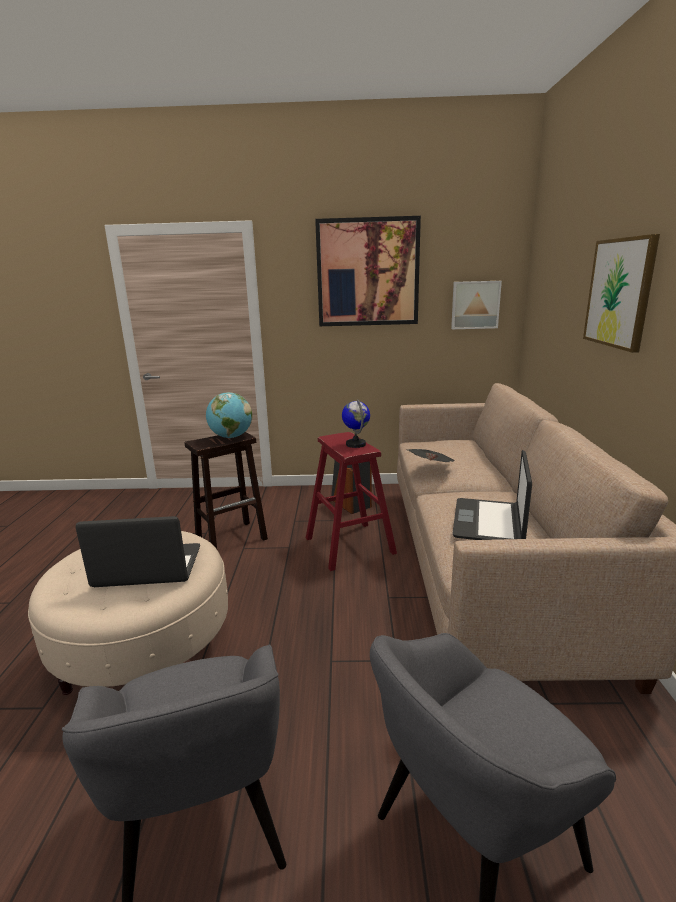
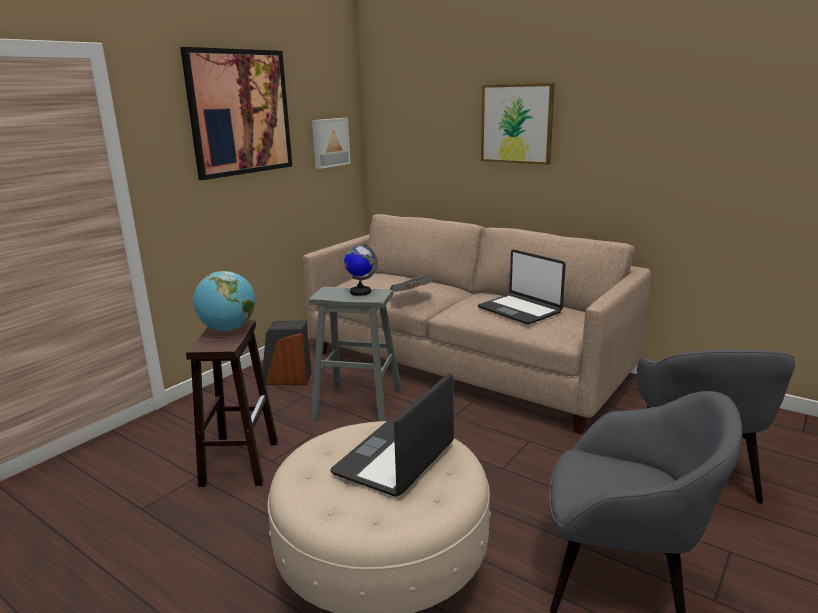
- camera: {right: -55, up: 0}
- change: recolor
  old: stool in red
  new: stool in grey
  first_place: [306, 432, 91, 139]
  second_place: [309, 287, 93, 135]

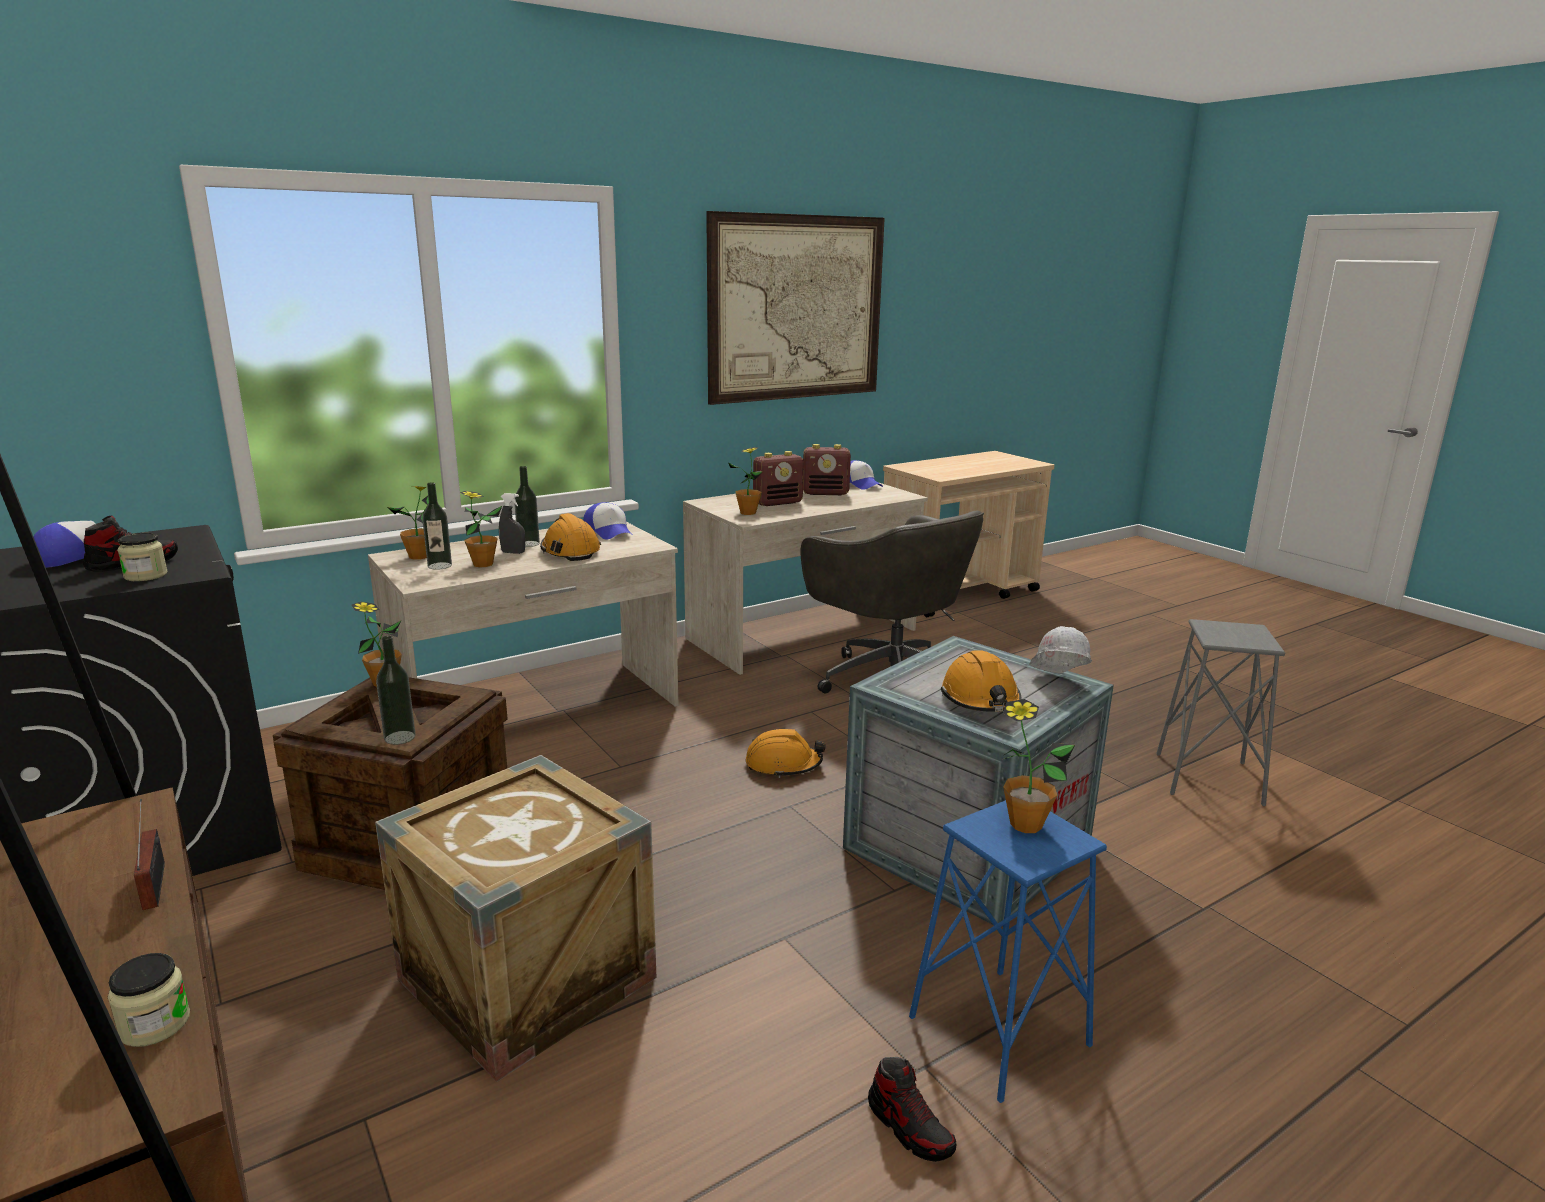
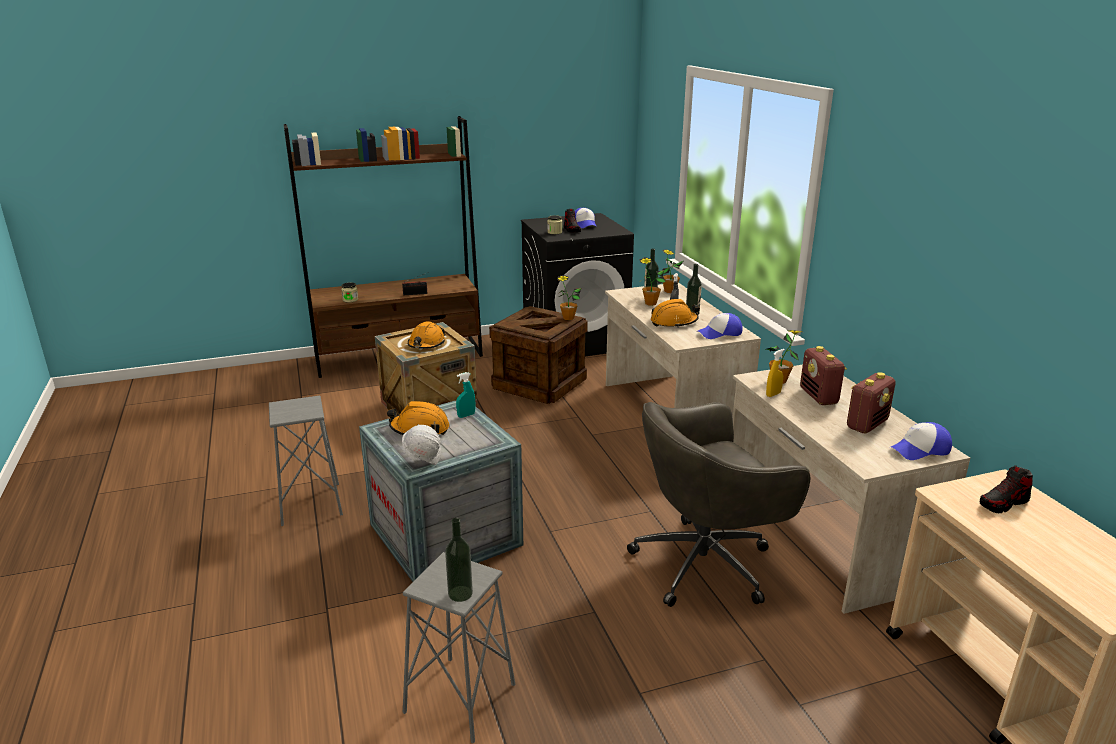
- camera: {right: 105, up: 5}
- change: recolor
  old: stool in blue
  new: stool in grey
  first_place: [909, 800, 198, 303]
  second_place: [269, 395, 74, 131]
- change: move
  old: hard hat in orange
  first_place: [746, 729, 80, 49]
  second_place: [408, 321, 38, 28]
- change: move
  old: bottle
  first_place: [376, 636, 40, 109]
  second_place: [445, 518, 28, 84]
- change: insert
  new: spray bottle in turquoise
  second_place: [456, 372, 19, 46]
- change: insert
  new: spray bottle in yellow
  second_place: [766, 349, 19, 48]
- change: rotate
  old: radio
  first_place: [803, 444, 48, 51]
  second_place: [847, 372, 49, 61]
  degrees: -150
- change: move
  old: shoe
  first_place: [868, 1057, 88, 105]
  second_place: [980, 465, 53, 48]
- change: delete
  old: picture
  first_place: [706, 211, 179, 194]
- change: delete
  old: potted plant
  first_place: [1002, 699, 73, 134]

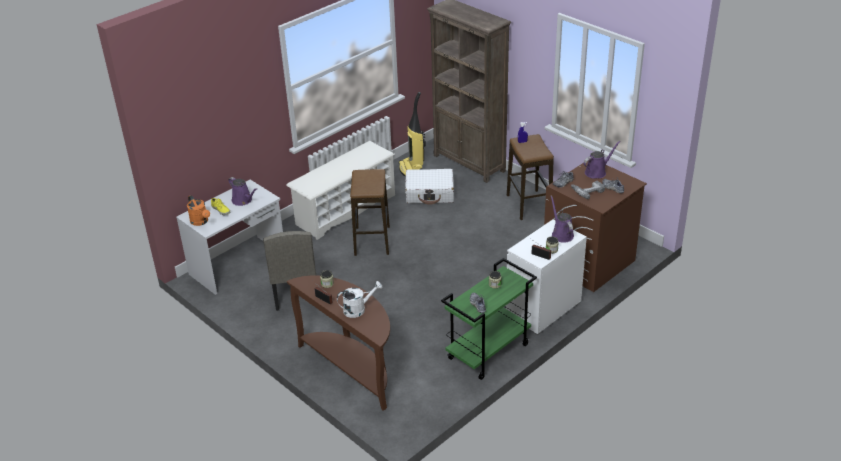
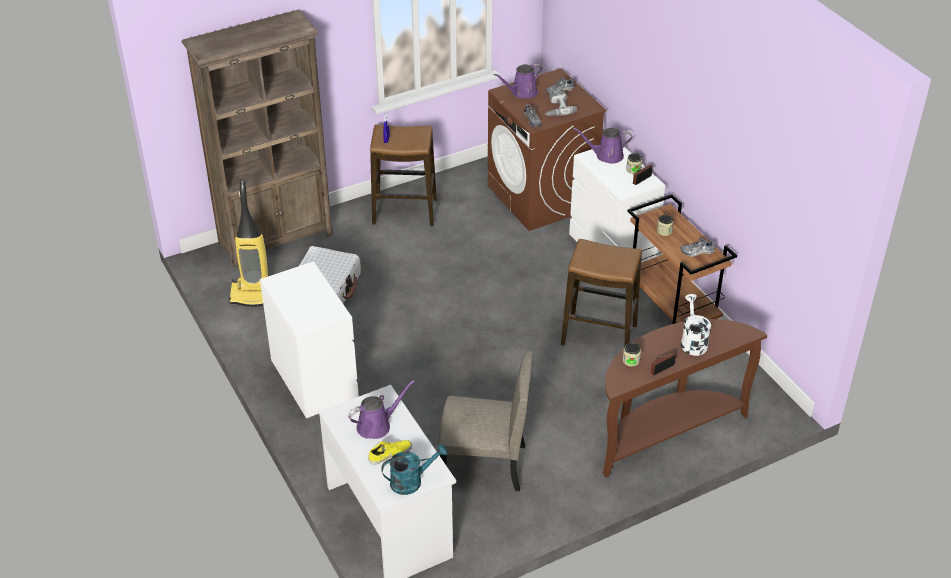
- camera: {right: -75, up: 5}
- change: replace
  old: shoe rack in white
  new: dresser in white
  first_place: [286, 141, 109, 99]
  second_place: [260, 261, 99, 159]
- change: recolor
  old: watering can in orange
  new: watering can in turquoise
  first_place: [187, 195, 23, 31]
  second_place: [381, 444, 67, 51]
- change: rotate
  old: watering can in purple
  first_place: [584, 141, 37, 38]
  second_place: [494, 63, 49, 36]
  degrees: -105
- change: move
  old: stool
  first_place: [350, 169, 40, 87]
  second_place: [561, 239, 81, 109]
- change: recolor
  old: cart in green
  new: cart in brown
  first_place: [441, 258, 96, 122]
  second_place: [627, 194, 110, 130]

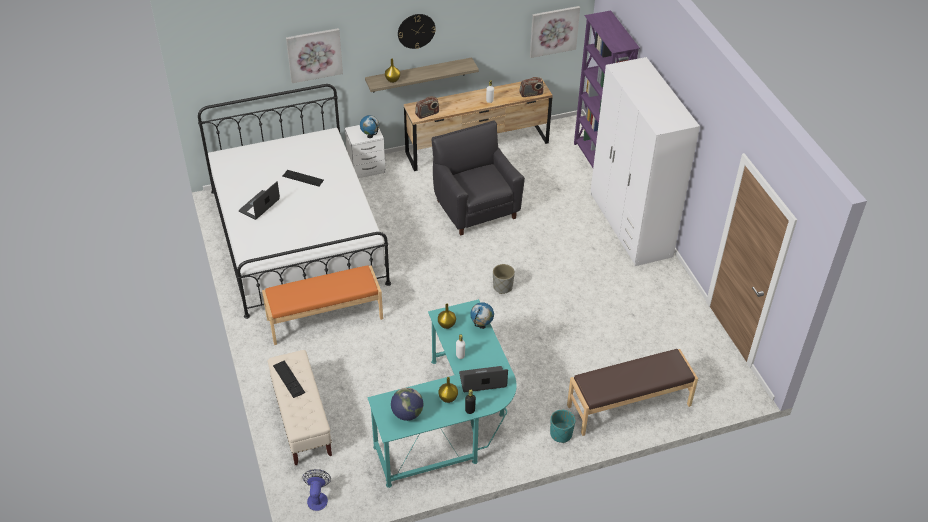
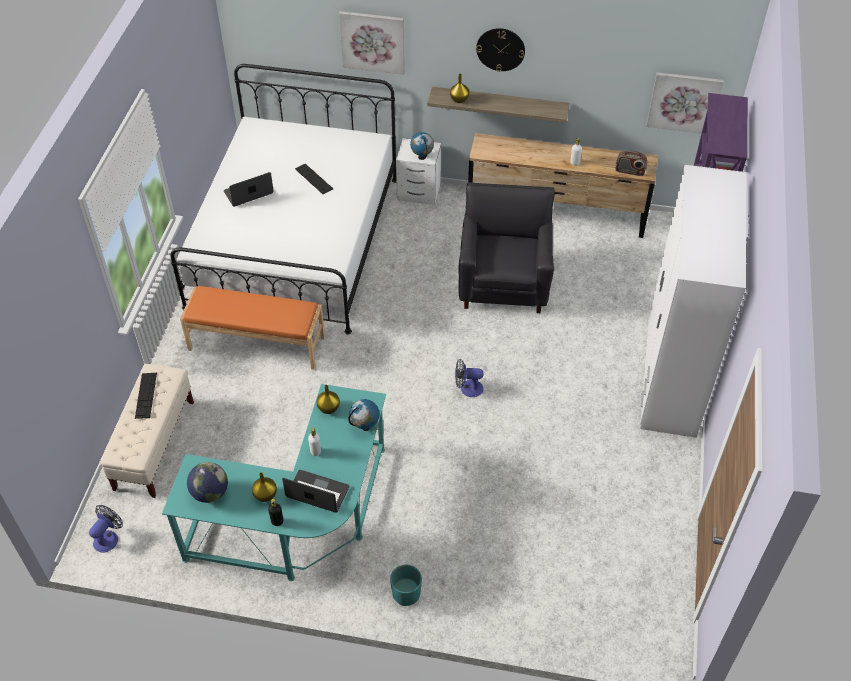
- camera: {right: 30, up: 5}
- change: replace
  old: planter in grey
  new: fan
  first_place: [493, 264, 22, 30]
  second_place: [455, 359, 28, 38]
- change: delete
  old: radio
  first_place: [415, 96, 24, 23]
- change: delete
  old: bench in brown
  first_place: [567, 349, 131, 87]

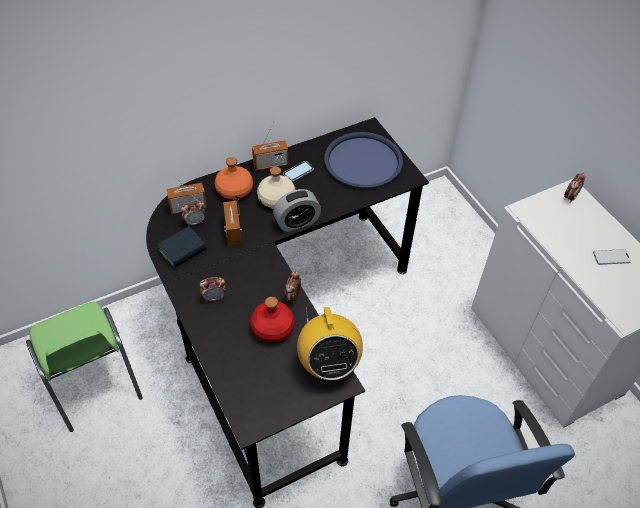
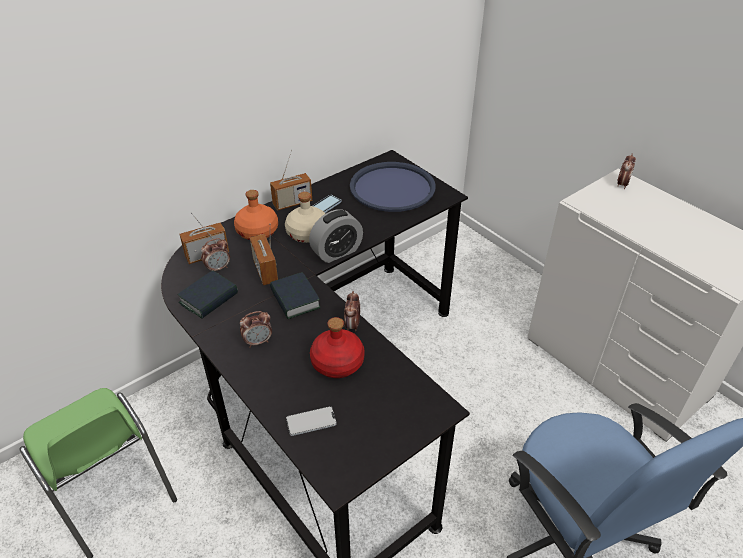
- camera: {right: -10, up: -10}
- change: insert
  new: book
  second_place: [270, 272, 51, 47]
- change: move
  old: phone
  first_place: [593, 249, 38, 16]
  second_place: [286, 406, 51, 30]
- change: delete
  old: radio
  first_place: [297, 306, 66, 74]

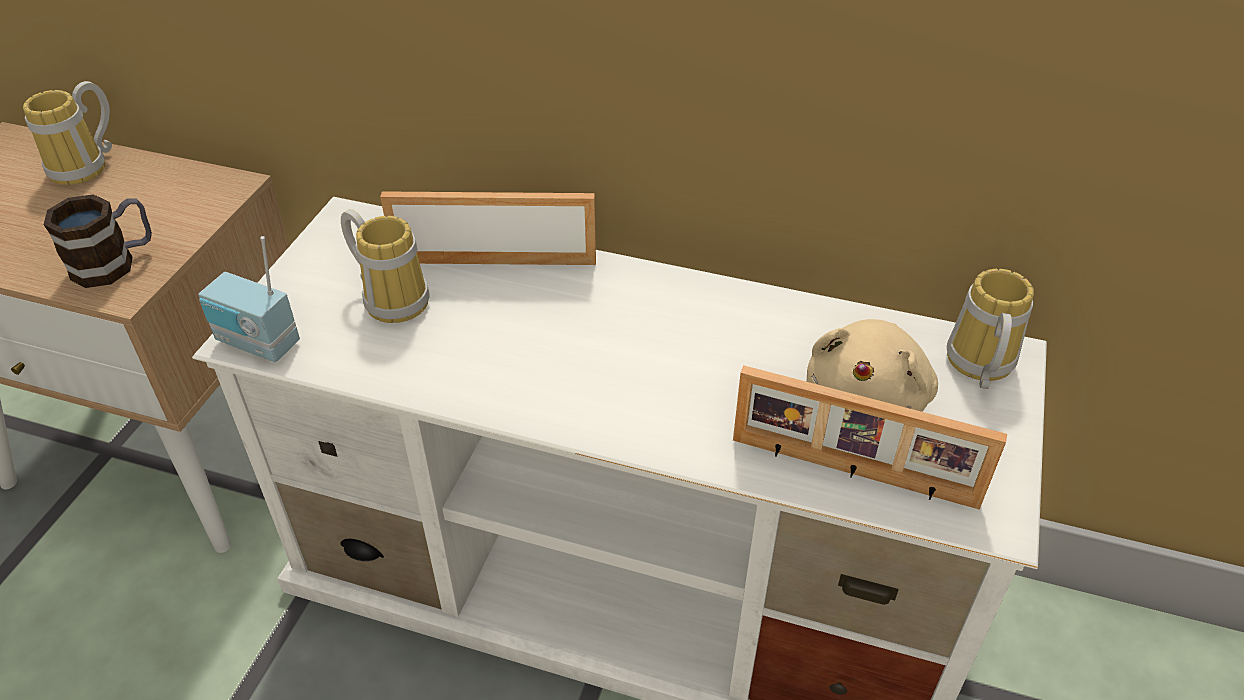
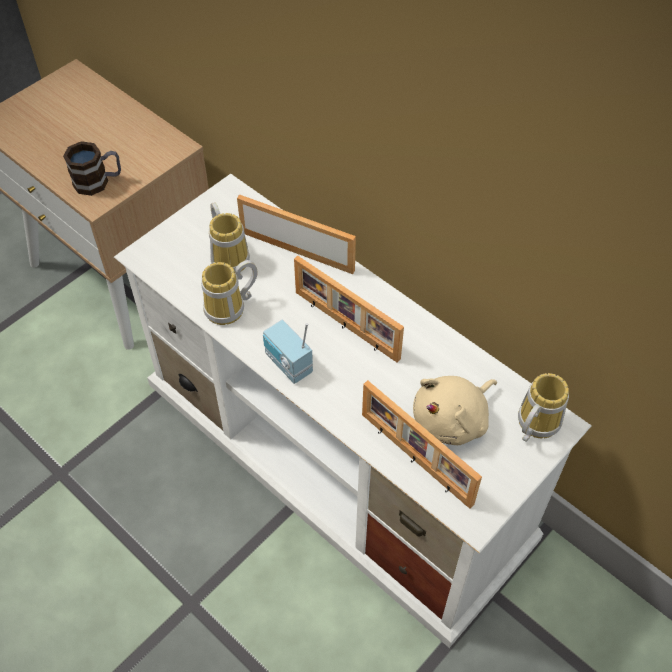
- camera: {right: 25, up: 10}
- change: move
  old: mug
  first_place: [23, 81, 89, 104]
  second_place: [201, 260, 57, 65]
- change: move
  old: radio
  first_place: [198, 236, 102, 126]
  second_place: [263, 320, 50, 64]
- change: insert
  new: picture frame
  second_place: [294, 256, 110, 107]

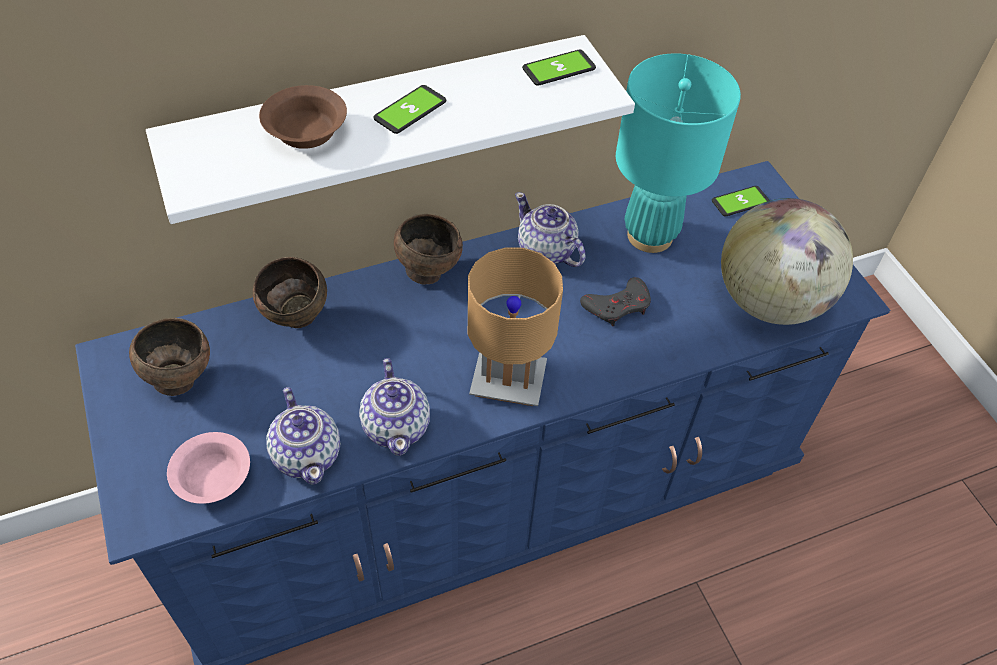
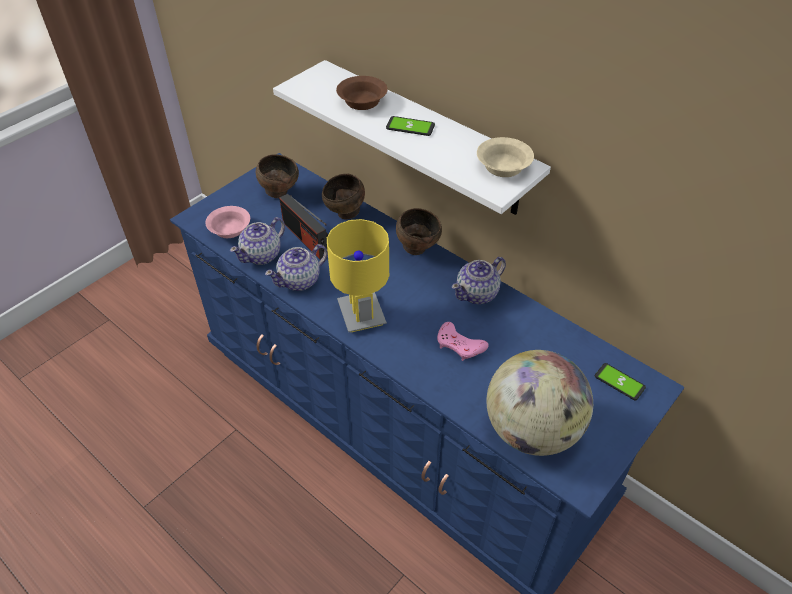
- camera: {right: 65, up: -5}
- change: insert
  new: radio
  second_place: [279, 194, 49, 65]
- change: recolor
  old: table lamp in brown
  new: table lamp in yellow
  first_place: [468, 247, 95, 159]
  second_place: [327, 219, 62, 113]
- change: recolor
  old: game controller in grey
  new: game controller in pink
  first_place: [580, 277, 71, 49]
  second_place: [437, 322, 52, 39]
- change: rotate
  old: teapot
  first_place: [515, 192, 71, 75]
  second_place: [452, 257, 54, 47]
  degrees: -150
- change: replace
  old: phone
  new: bowl in beige
  first_place: [522, 49, 74, 37]
  second_place: [477, 137, 57, 40]
- change: delete
  old: table lamp in turquoise
  first_place: [616, 53, 125, 200]

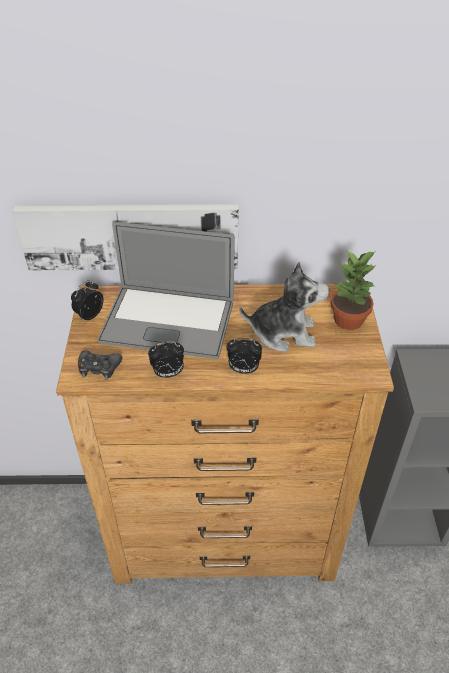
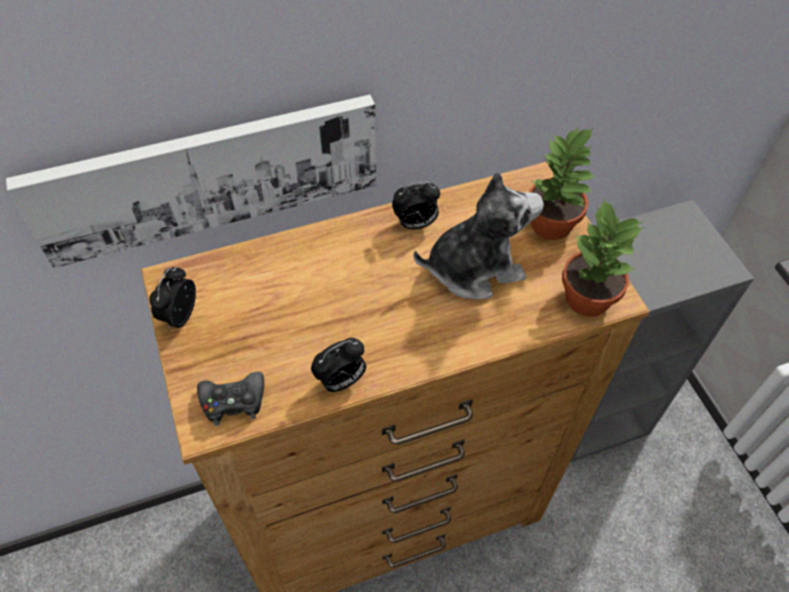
- camera: {right: -20, up: 10}
- change: move
  old: alarm clock
  first_place: [226, 338, 36, 36]
  second_place: [392, 182, 48, 48]
- change: insert
  new: potted plant
  second_place: [562, 199, 82, 118]
- change: delete
  old: laptop
  first_place: [98, 221, 137, 138]

